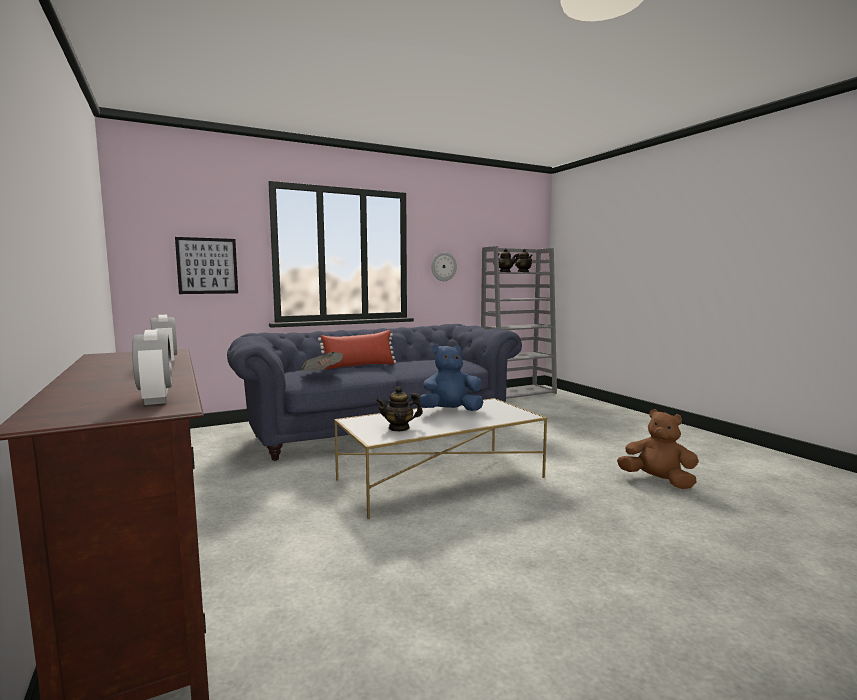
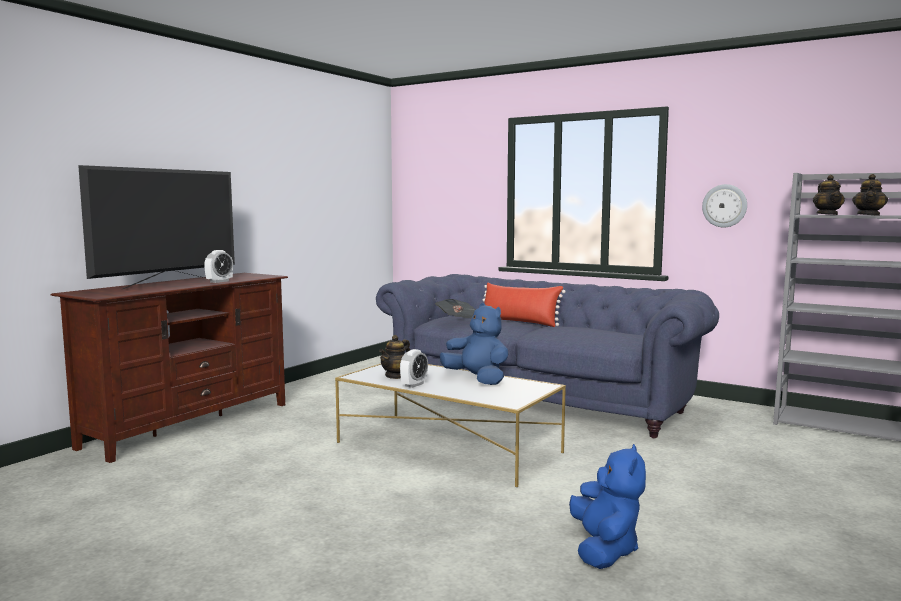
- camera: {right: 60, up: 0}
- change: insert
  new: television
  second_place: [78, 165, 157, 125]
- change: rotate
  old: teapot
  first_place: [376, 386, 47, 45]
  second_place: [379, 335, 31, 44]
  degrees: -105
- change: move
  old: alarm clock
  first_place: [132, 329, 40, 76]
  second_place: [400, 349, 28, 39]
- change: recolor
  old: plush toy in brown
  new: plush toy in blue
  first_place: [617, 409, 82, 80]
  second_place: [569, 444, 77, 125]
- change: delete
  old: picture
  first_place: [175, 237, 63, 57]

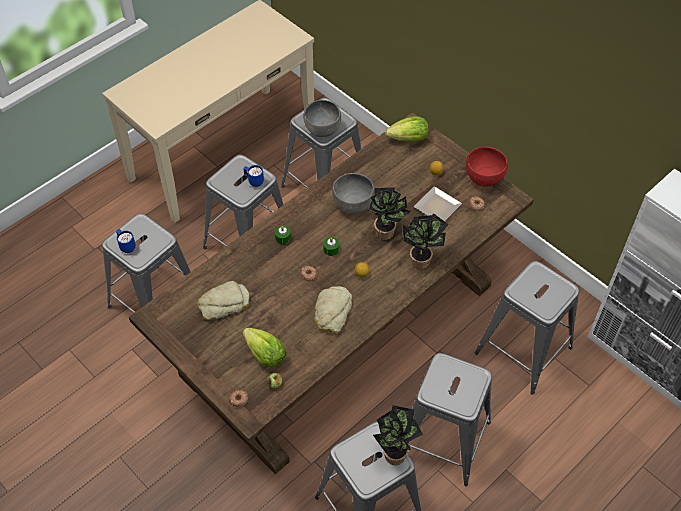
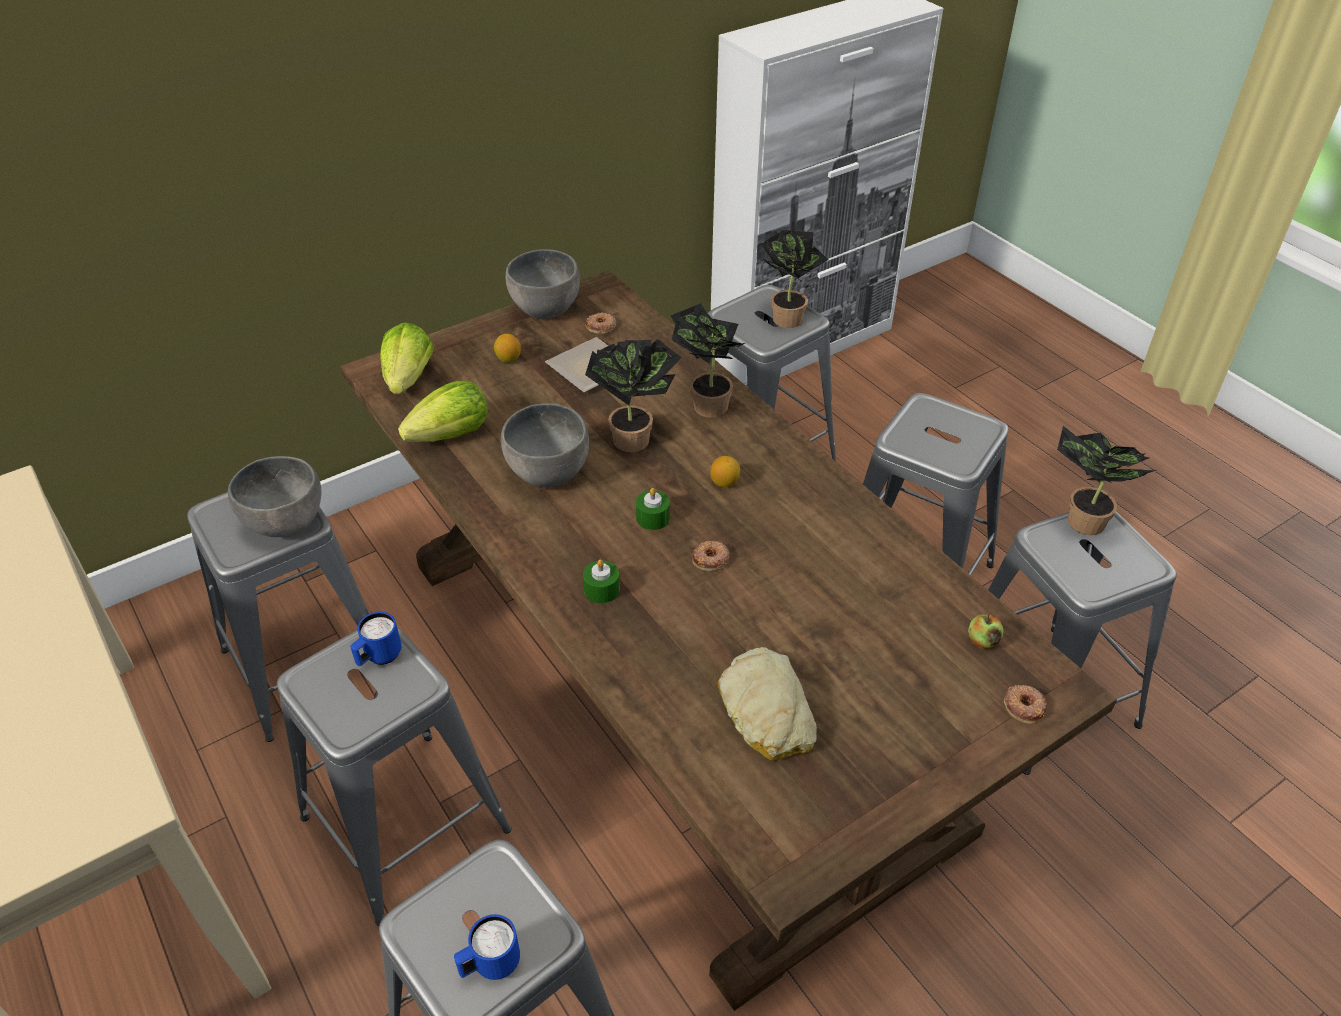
- camera: {right: -80, up: -10}
- change: move
  old: lettuce
  first_place: [243, 328, 43, 39]
  second_place: [398, 381, 90, 61]
- change: recolor
  old: bowl in red
  new: bowl in grey
  first_place: [466, 147, 42, 40]
  second_place: [505, 249, 75, 70]
- change: insert
  new: potted plant
  second_place: [761, 229, 68, 99]
- change: delete
  old: bread
  first_place: [315, 286, 37, 48]

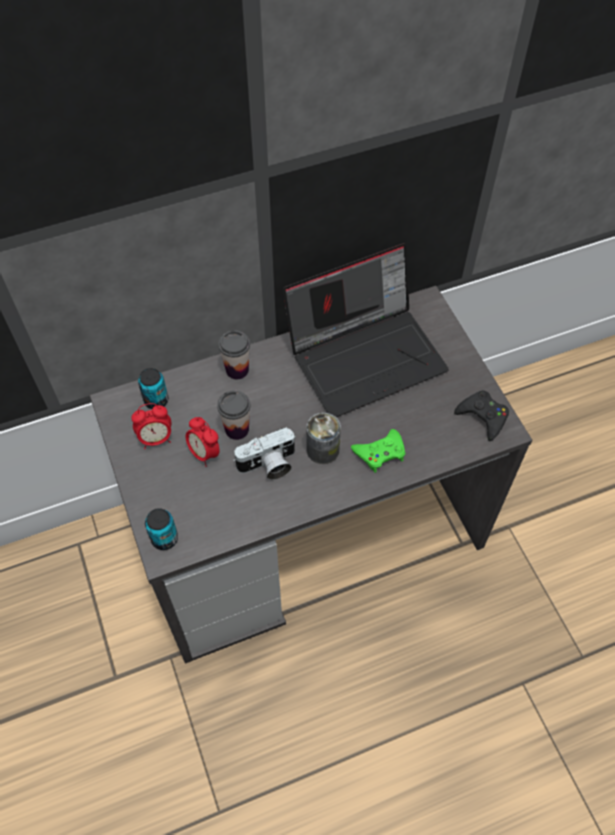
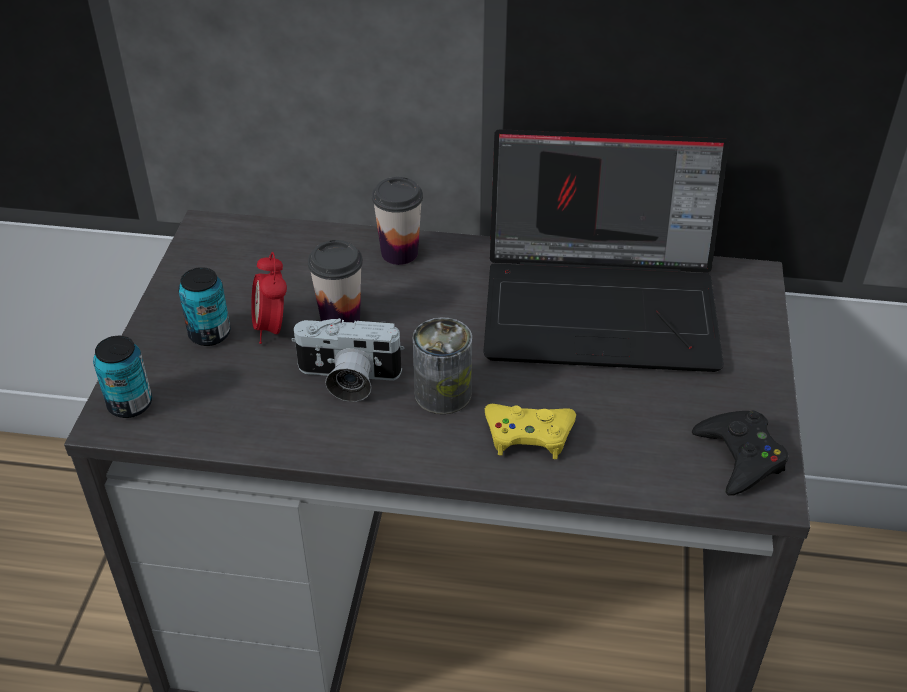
- camera: {right: 30, up: -15}
- change: move
  old: can
  first_place: [138, 368, 30, 41]
  second_place: [178, 267, 52, 79]
- change: recolor
  old: game controller in green
  new: game controller in yellow
  first_place: [351, 429, 54, 44]
  second_place: [485, 404, 91, 55]
- change: delete
  old: alarm clock
  first_place: [131, 403, 40, 46]

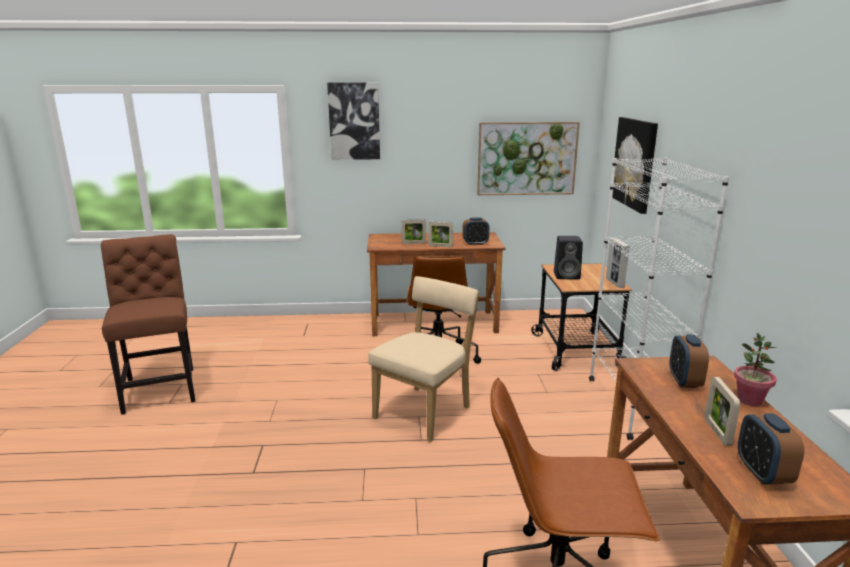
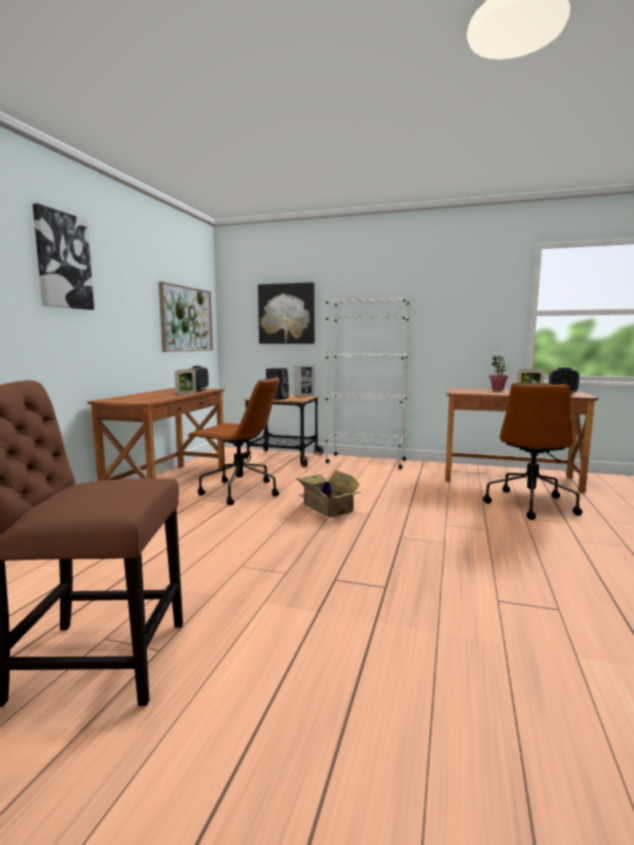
- camera: {right: -70, up: -10}
- change: replace
  old: chair in beige
  new: cardboard box
  first_place: [368, 276, 111, 166]
  second_place: [296, 470, 65, 47]
- change: delete
  old: picture frame
  first_place: [401, 219, 25, 25]
- change: delete
  old: alarm clock
  first_place: [670, 334, 39, 54]

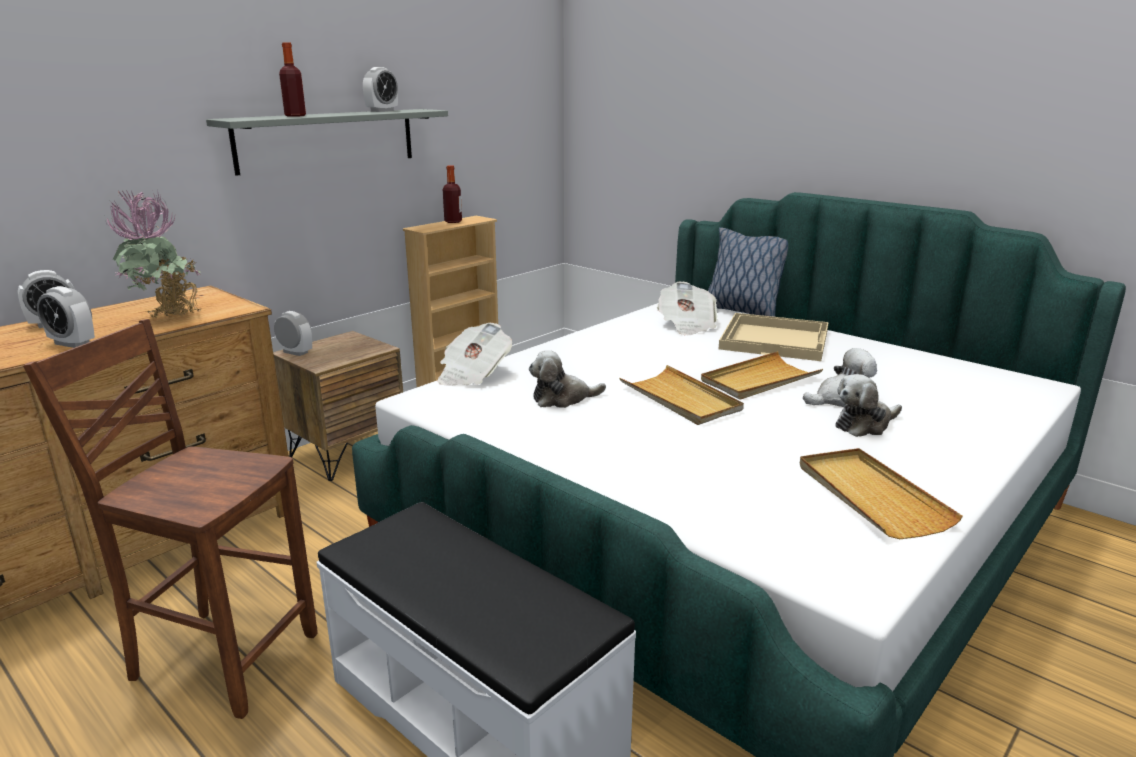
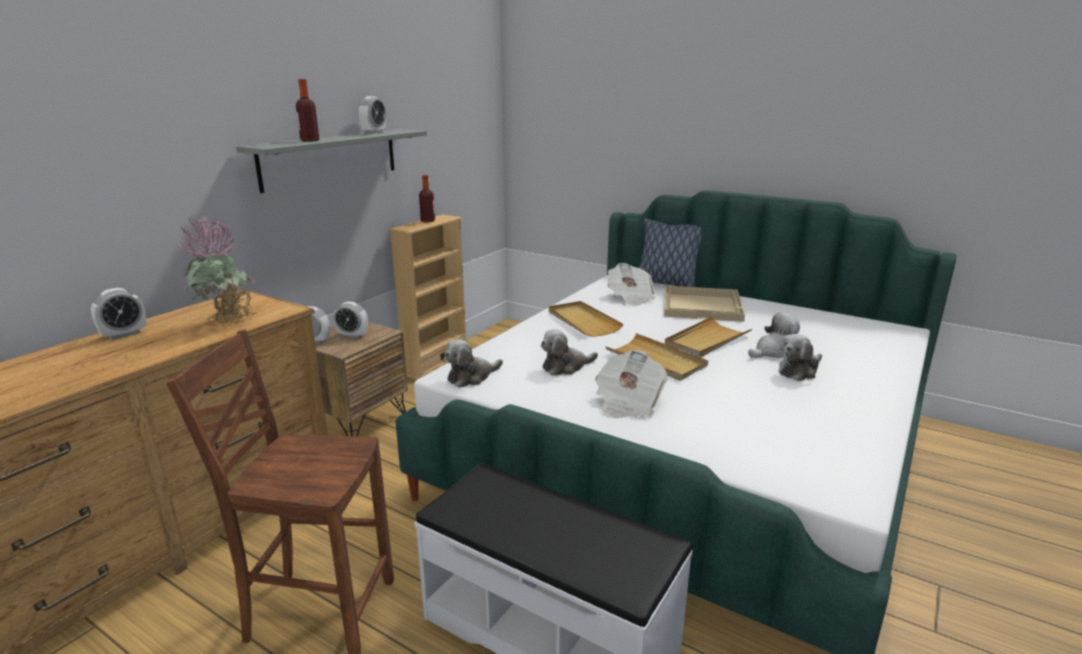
- camera: {right: -10, up: 0}
- change: move
  old: alarm clock
  first_place: [37, 286, 58, 62]
  second_place: [333, 302, 35, 36]
- change: insert
  new: plush toy
  second_place: [444, 339, 59, 48]
- change: move
  old: tray in beige
  first_place: [800, 448, 163, 91]
  second_place: [549, 301, 74, 36]
- change: move
  old: newspaper
  first_place: [437, 323, 75, 63]
  second_place: [595, 350, 73, 68]

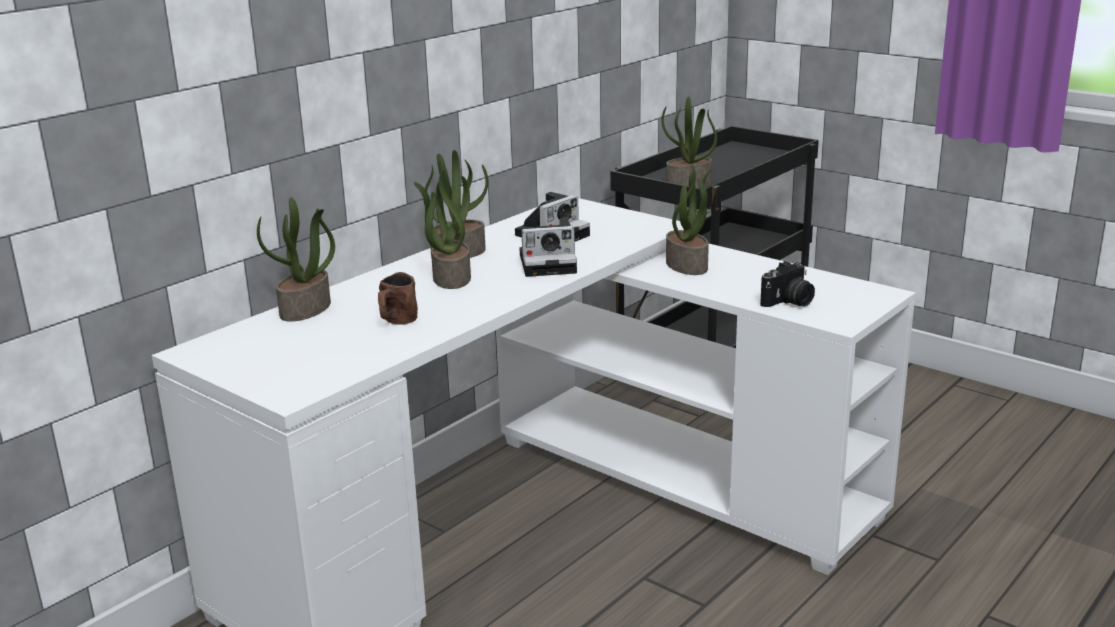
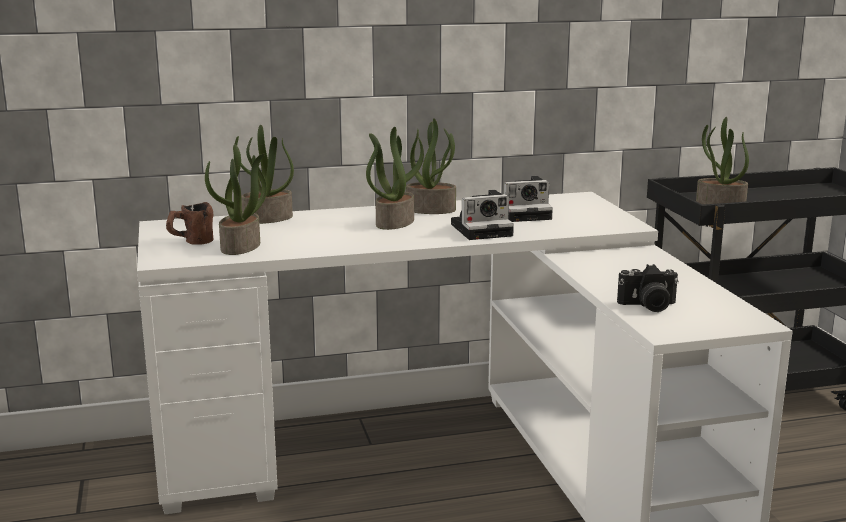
- camera: {right: 35, up: -5}
- change: move
  old: mug in brown
  first_place: [378, 272, 40, 53]
  second_place: [166, 202, 47, 43]
- change: move
  old: potted plant
  first_place: [666, 164, 47, 111]
  second_place: [205, 144, 62, 111]
- change: rotate
  old: photo camera
  first_place: [519, 218, 58, 59]
  second_place: [451, 190, 63, 50]
  degrees: -45

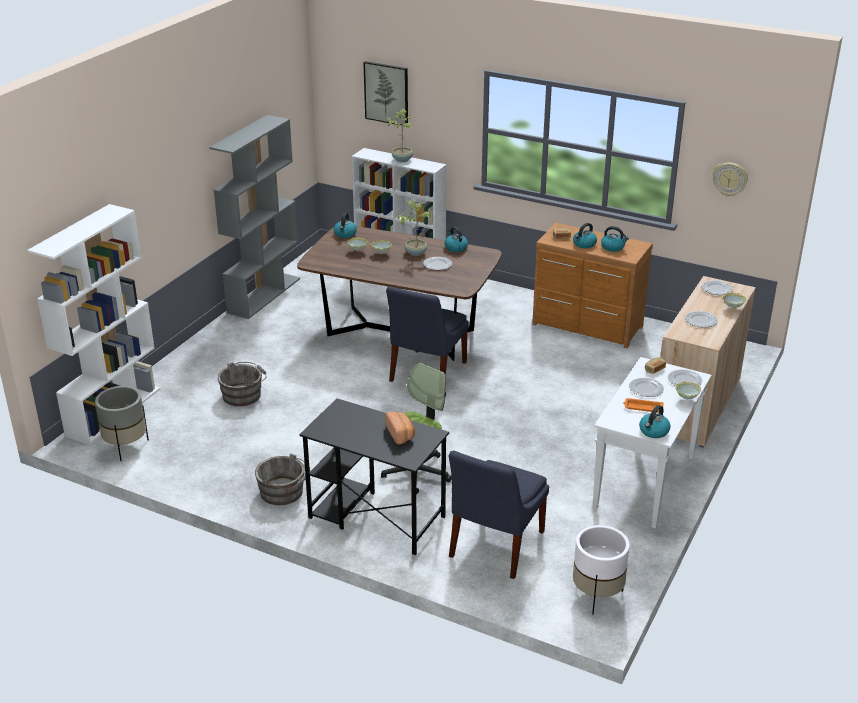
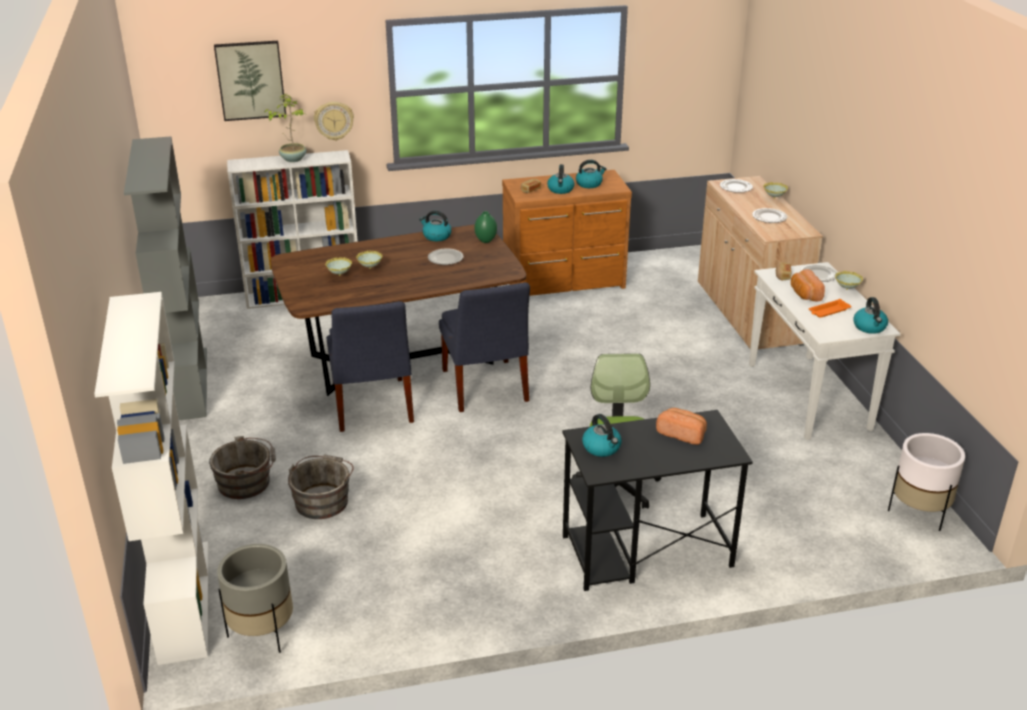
- camera: {right: -40, up: 0}
- change: move
  old: bucket in grey
  first_place: [255, 453, 55, 52]
  second_place: [209, 436, 67, 63]
- change: move
  old: wall clock
  first_place: [712, 163, 36, 34]
  second_place: [314, 102, 40, 39]
- change: move
  old: chair in blue
  first_place: [448, 451, 101, 128]
  second_place: [326, 301, 88, 131]
- change: insert
  new: vase in green
  second_place: [474, 211, 23, 32]
- change: move
  old: kettle
  first_place: [334, 213, 23, 25]
  second_place: [582, 414, 40, 43]
- change: replace
  old: plate
  new: bread
  first_place: [629, 378, 35, 19]
  second_place: [791, 269, 34, 32]
- change: delete
  old: potted plant
  first_place: [398, 200, 32, 56]

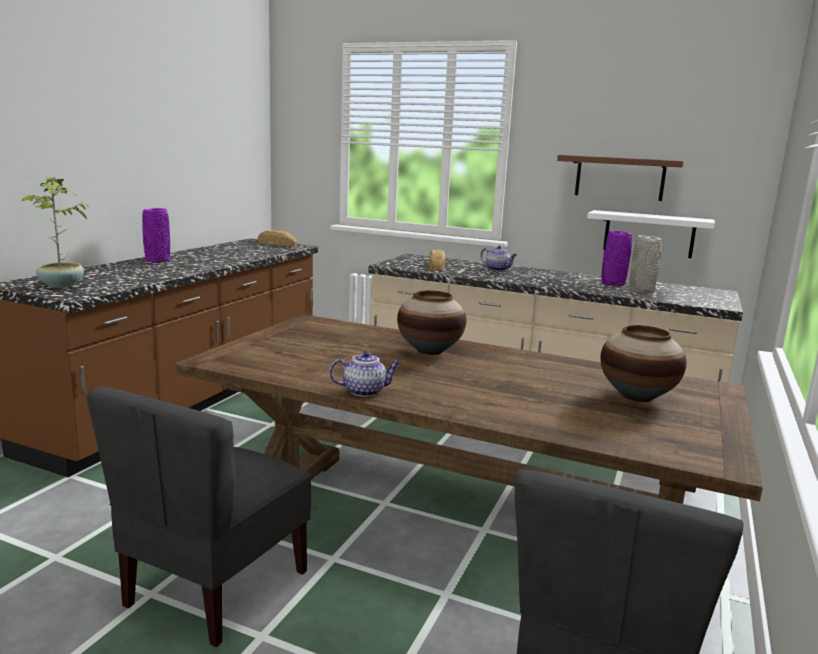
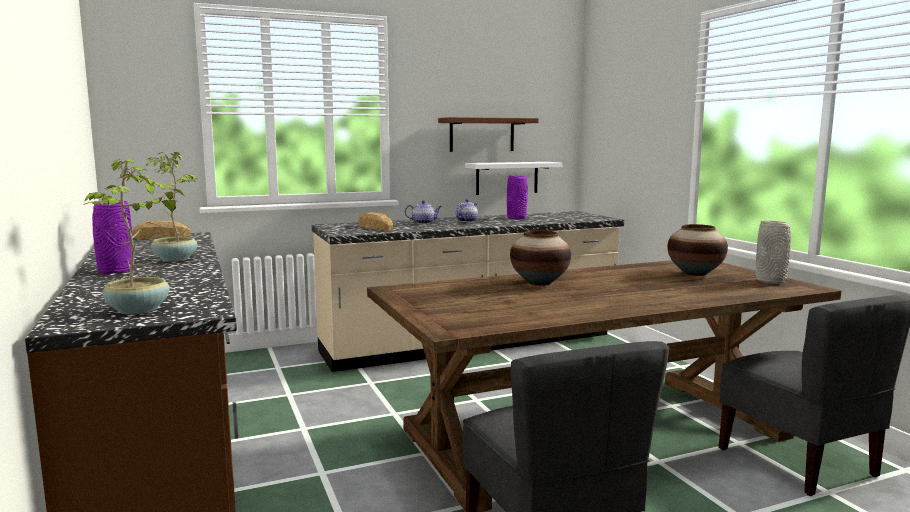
- camera: {right: -45, up: -5}
- change: insert
  new: potted plant
  second_place: [140, 152, 57, 110]
- change: move
  old: teapot
  first_place: [329, 351, 72, 46]
  second_place: [455, 199, 23, 23]
- change: move
  old: vase in grey
  first_place: [629, 235, 33, 59]
  second_place: [756, 220, 35, 64]

